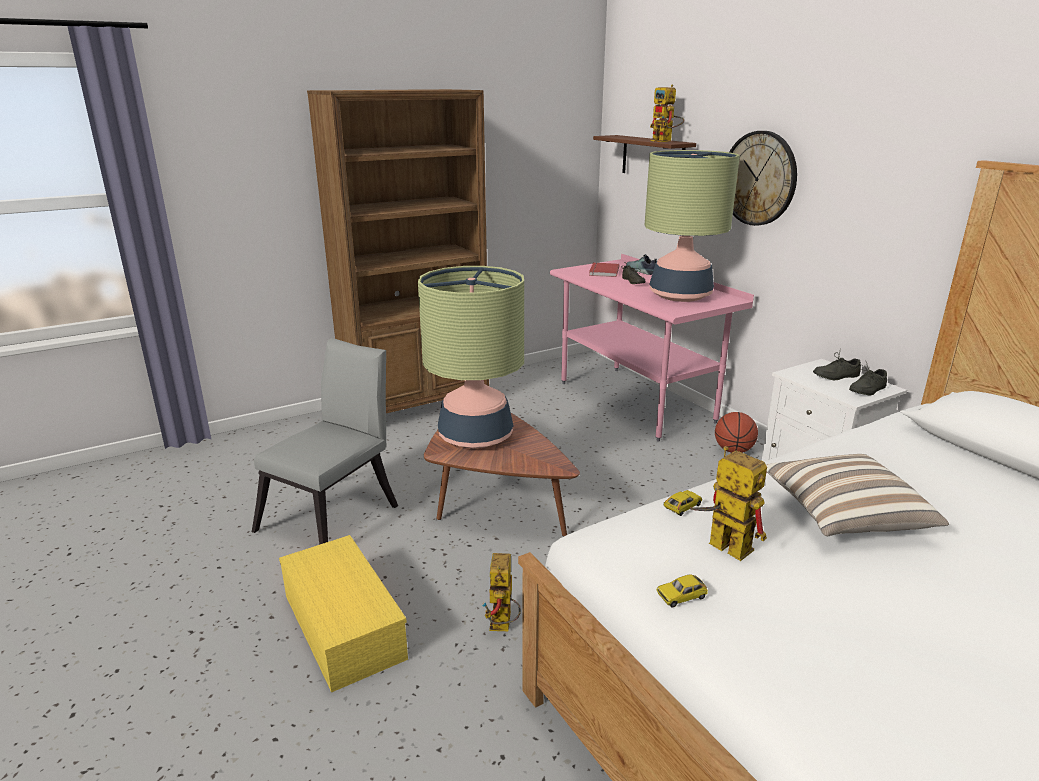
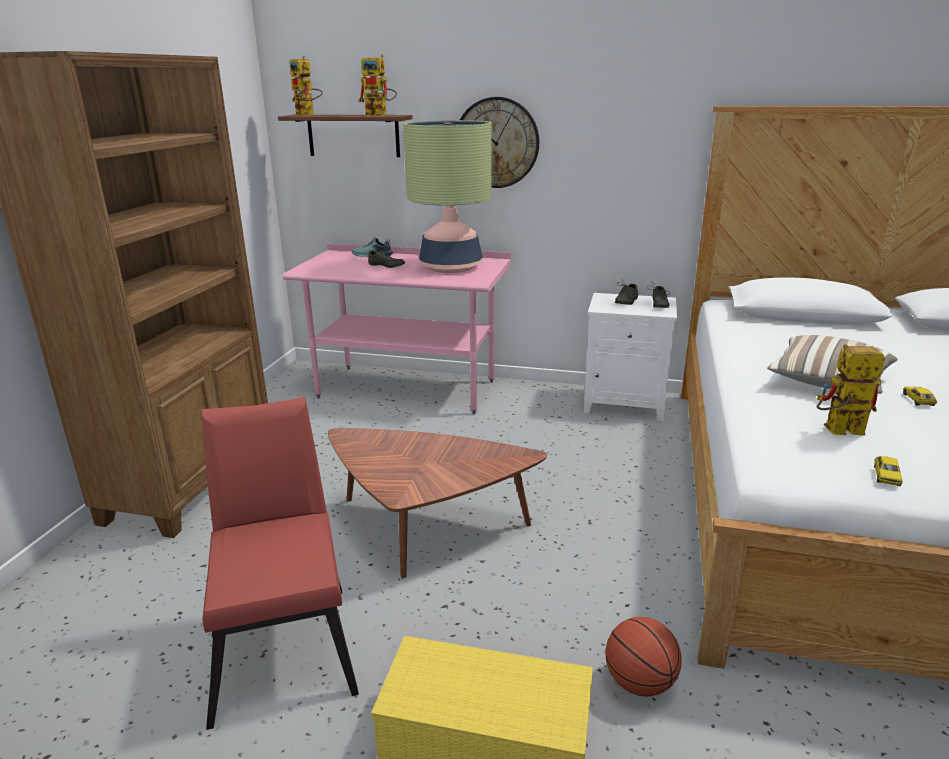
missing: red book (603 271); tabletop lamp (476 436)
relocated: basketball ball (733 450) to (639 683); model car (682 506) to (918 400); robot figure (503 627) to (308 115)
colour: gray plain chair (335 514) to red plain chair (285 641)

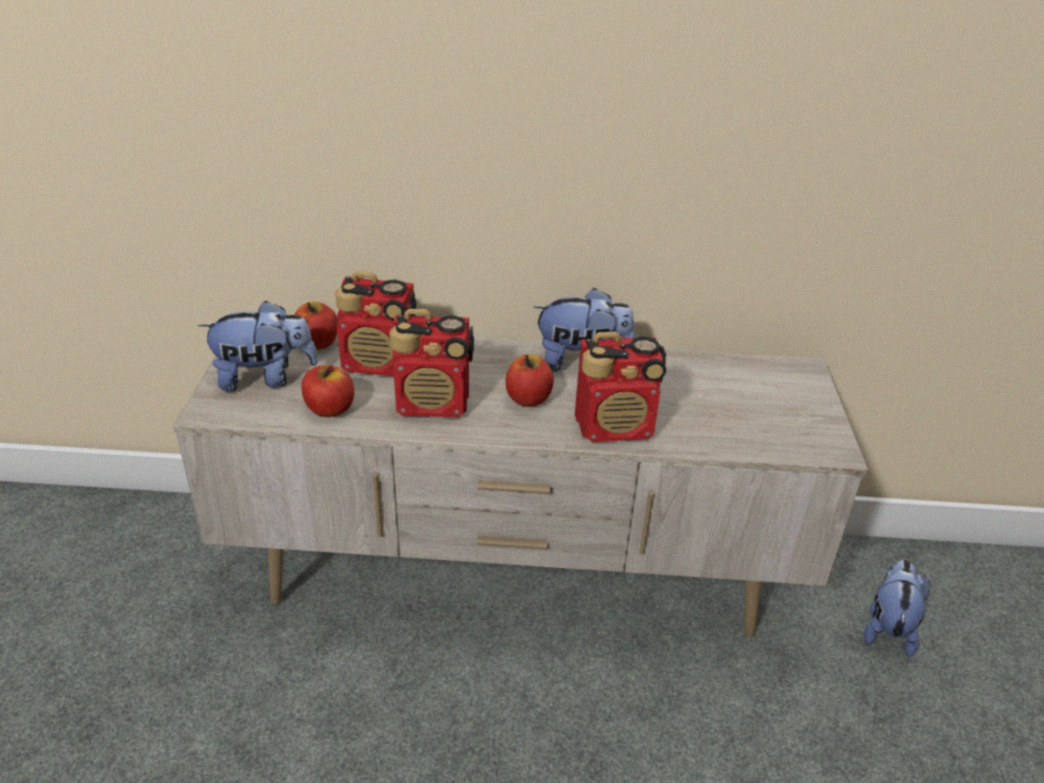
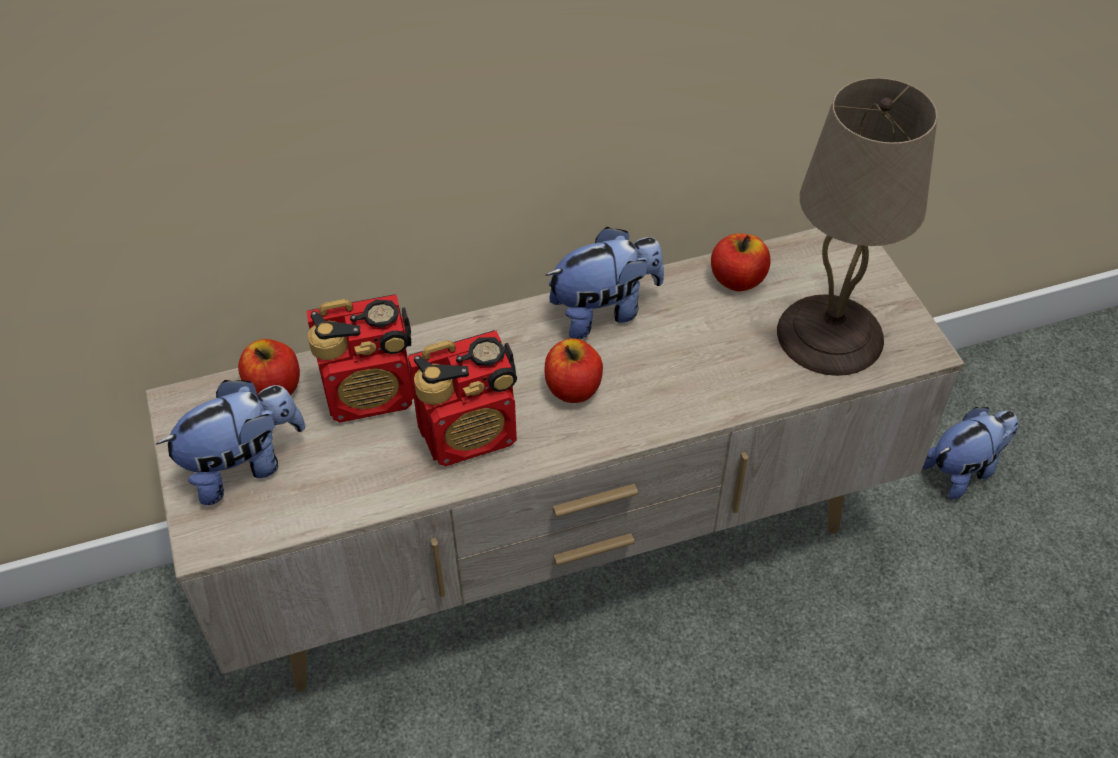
missing: radio (616 427)
appeared: beige tabletop lamp (830 333)
relocated: whole apple (329 409) to (737 280)
spun: plush toy (888 628) = (963 470) 60 degrees clockwise

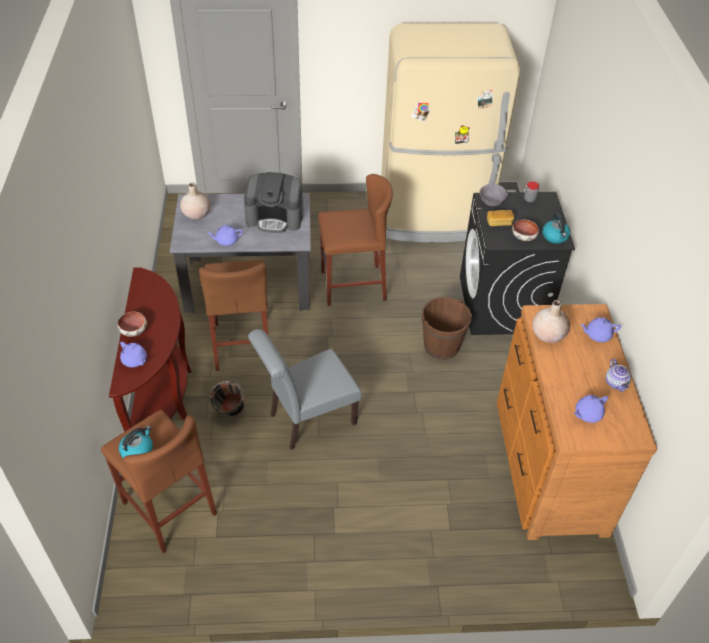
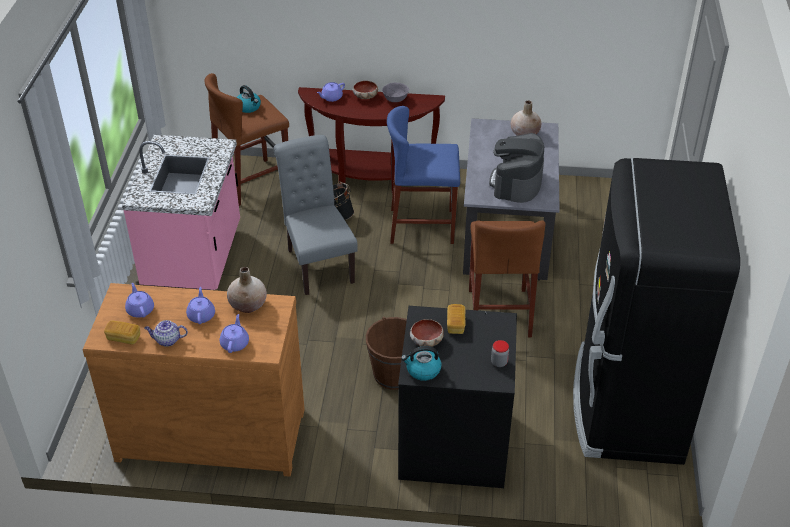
appeared: pinkish counter (195 260); baked bread (124 338)
relocated: gray deep dish (491 202) to (395 99); purple-coloured teapot (226 240) to (201 315)
colour: beige kitchen fridge (434 217) to black-coloured kitchen fridge (626 405); brown stool seat (242 344) to blue stool seat (422 226)

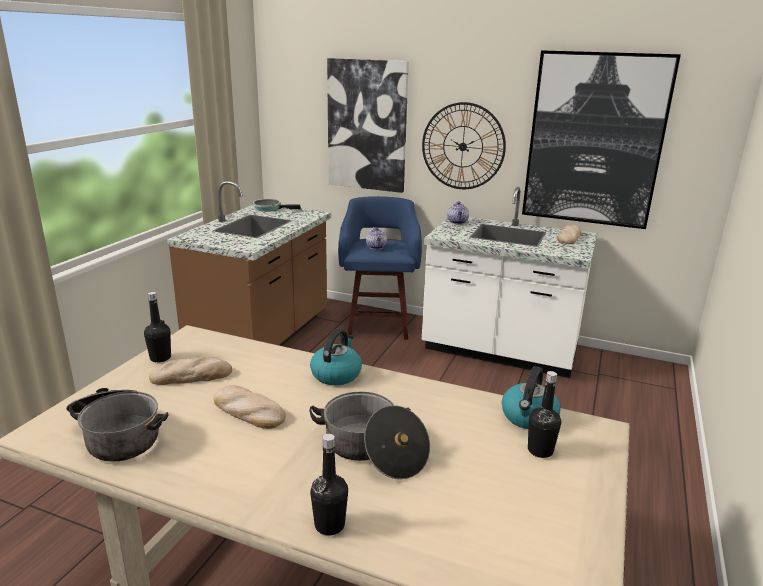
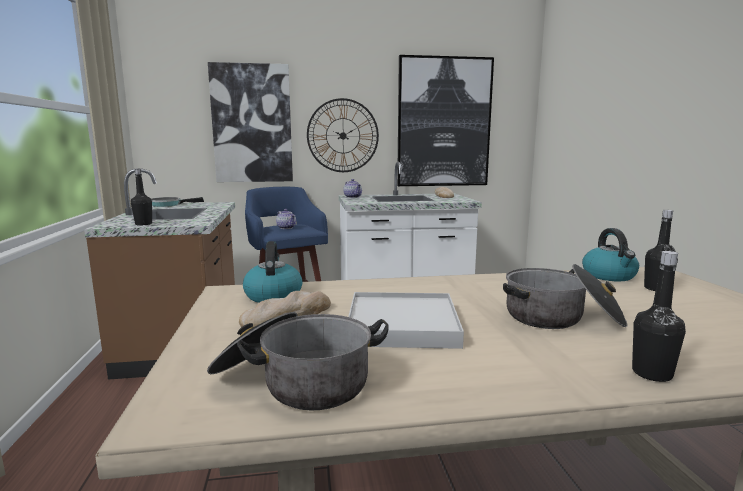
relocated: black-coloured bottle (160 358) to (143 224); tea kettle (336 374) to (273 295)
exchanged: baked bread (247 411) to white-coloured serving tray (402 324)

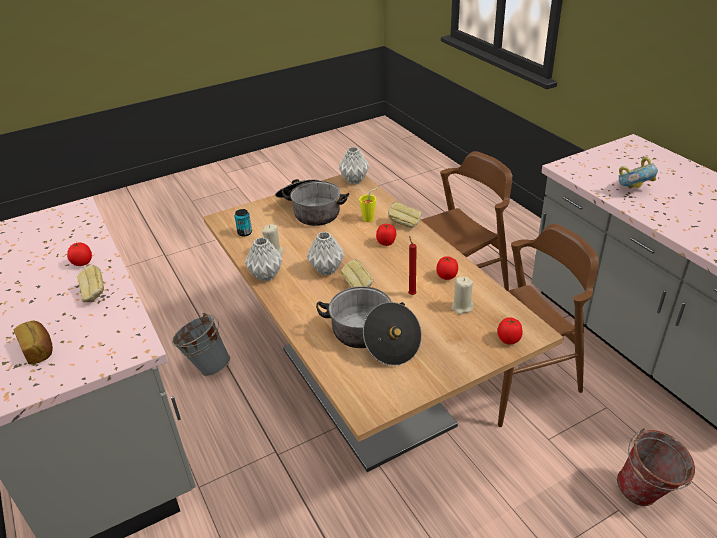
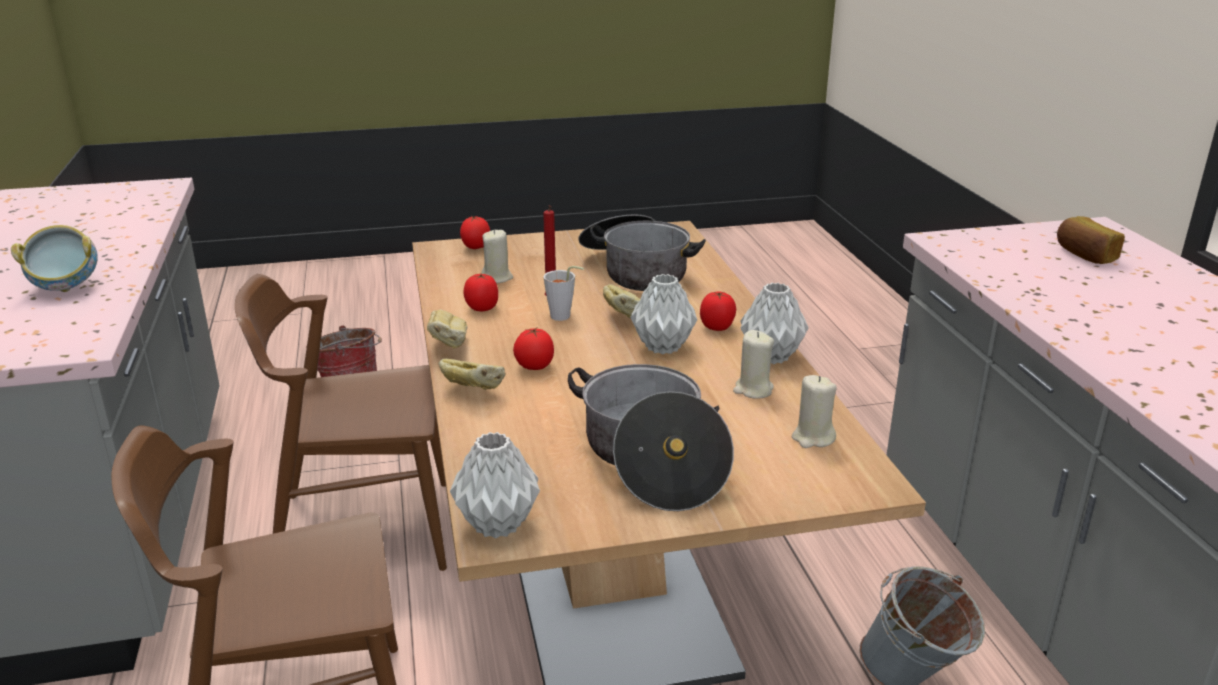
missing: yellow-coloured small cup (370 218)
appeared: gray small cup (564 317)
relocated: whole tomato (82 263) to (717 327); baked bread (94 295) to (449 346)
exchanged: sealed can (245 233) to beige wax candle (812 438)

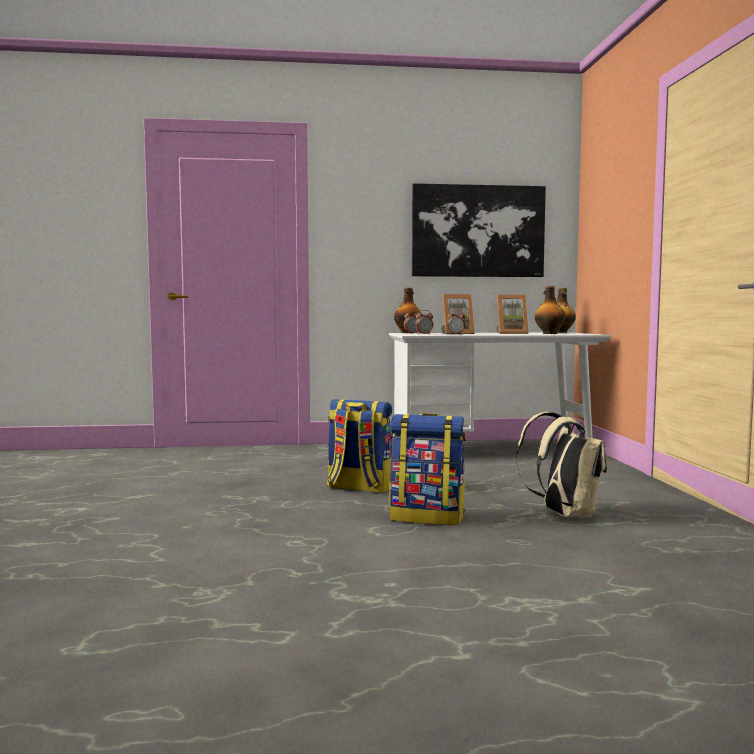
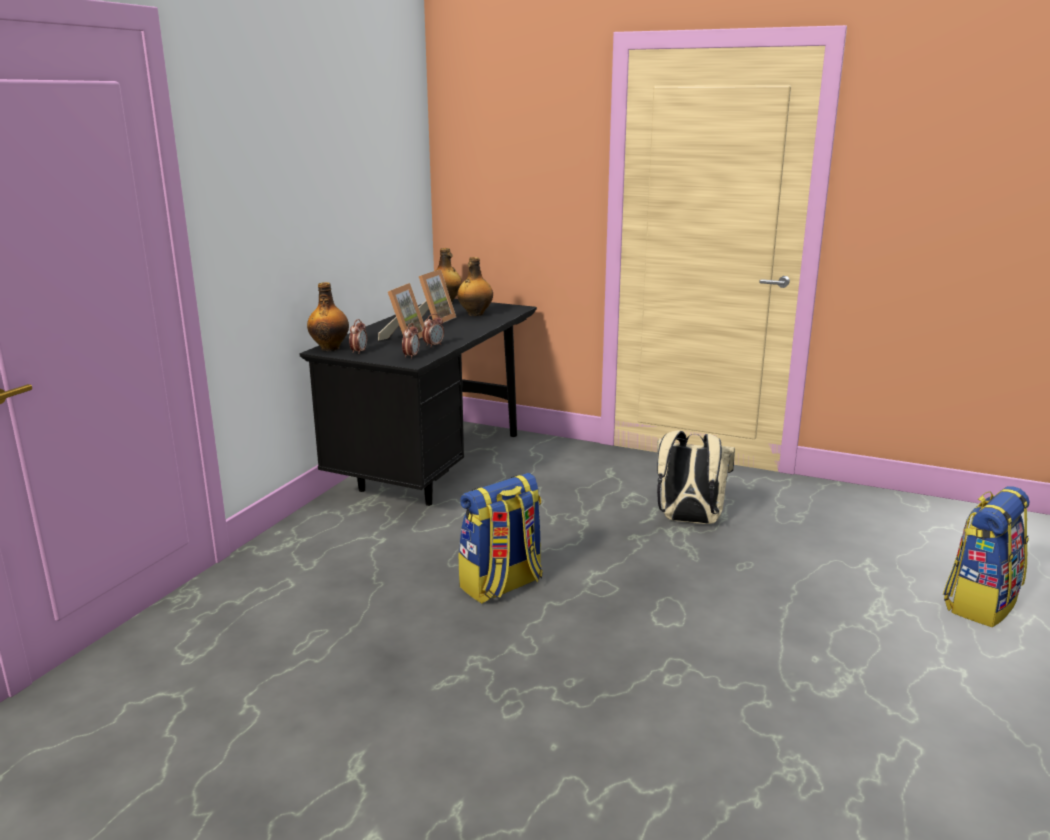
missing: picture (478 231)
relocated: backpack (428 517) to (980 603)
colour: white-coloured desk table (492 450) to black-coloured desk table (434 467)

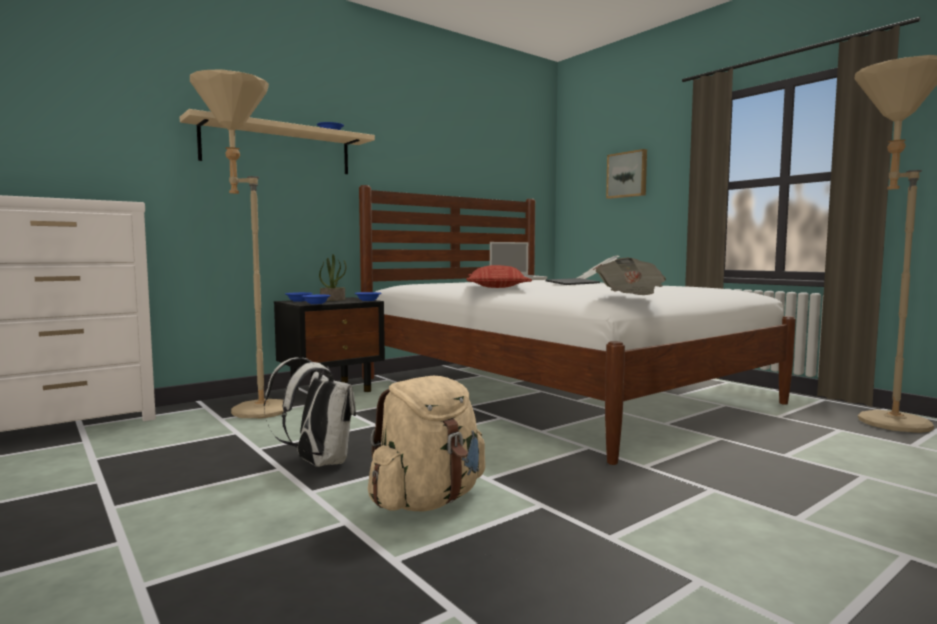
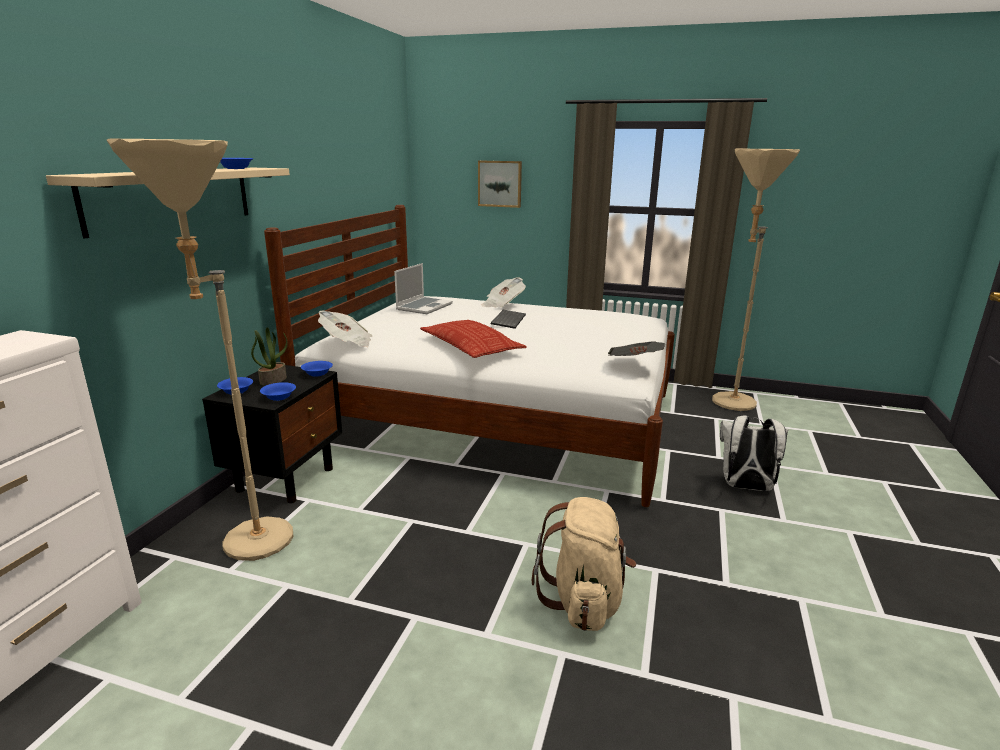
appeared: daily paper (347 342)
relocated: white-coloured backpack (317 462) to (745 487)

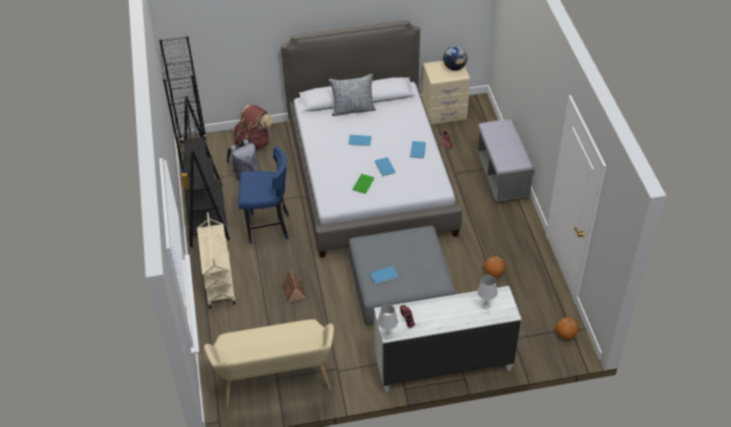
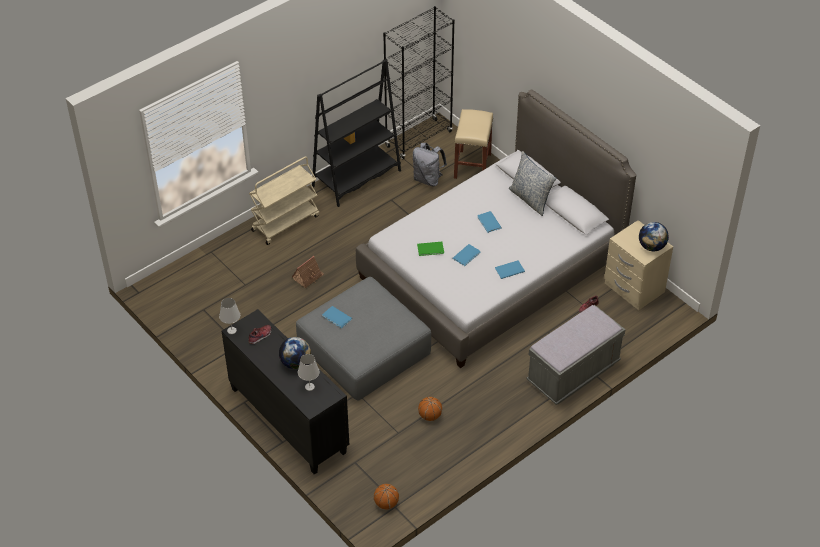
missing: blue stool seat (268 228); beige long seat (276 382)
appeared: world globe (296 363)
exchanged: brown backpack (254 142) to beige stool seat (472 166)
colour: white-coloured dresser (443 365) to black-coloured dresser (288 419)

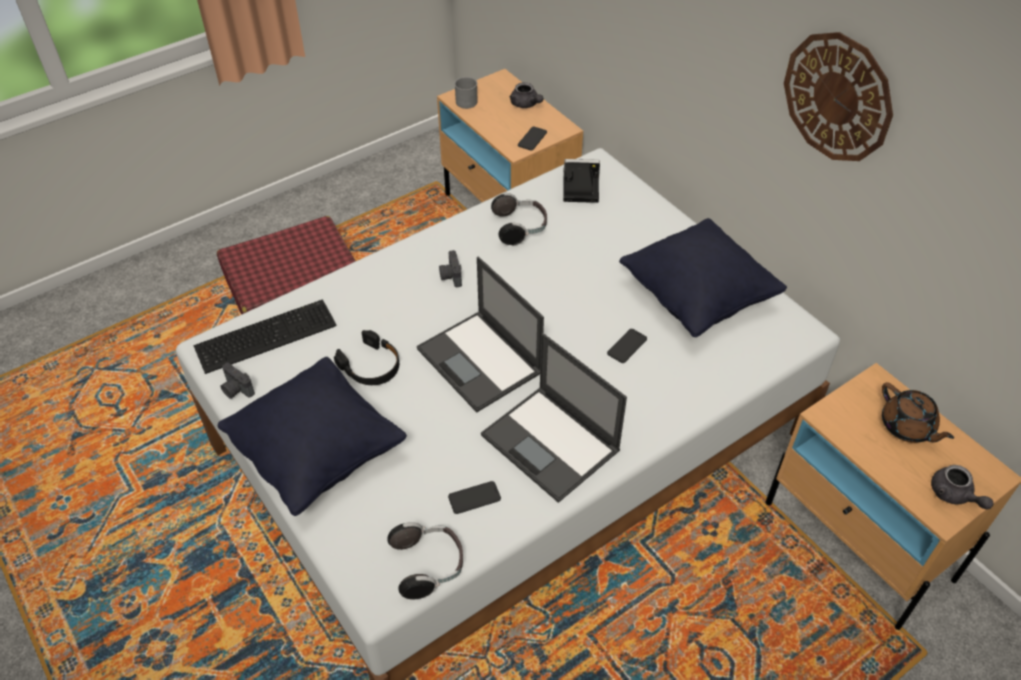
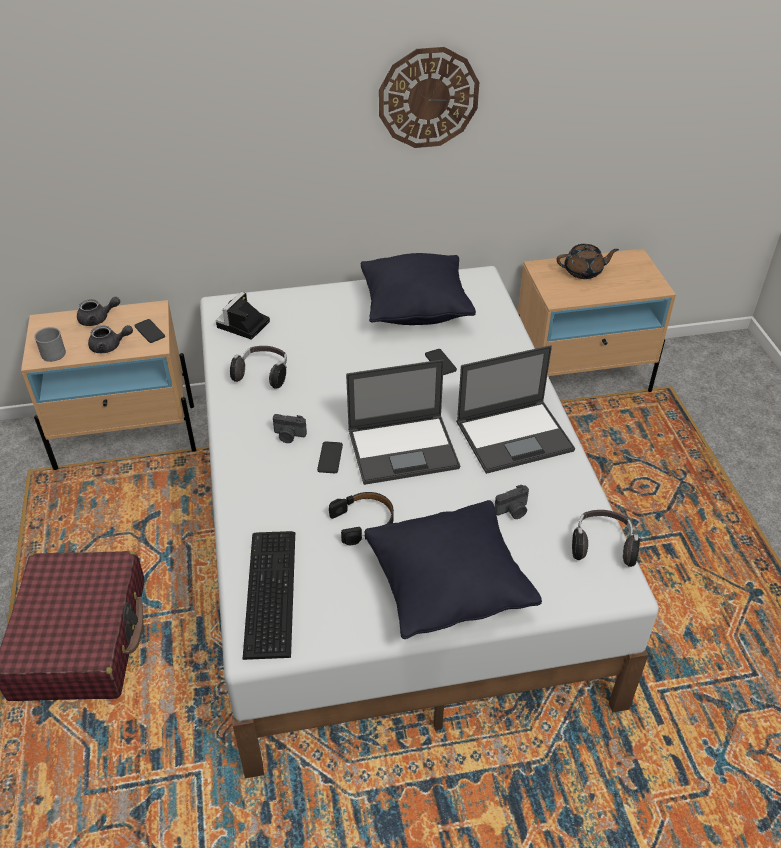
relocated: photo camera (236 390) to (513 511); gray teapot (954 495) to (110 346); phone (474 498) to (330 457)

